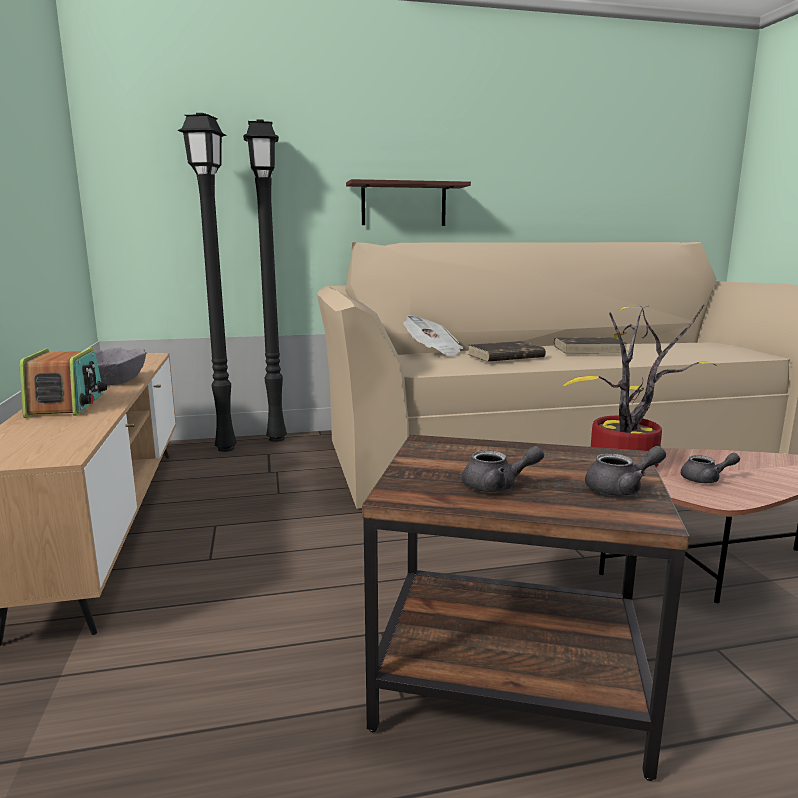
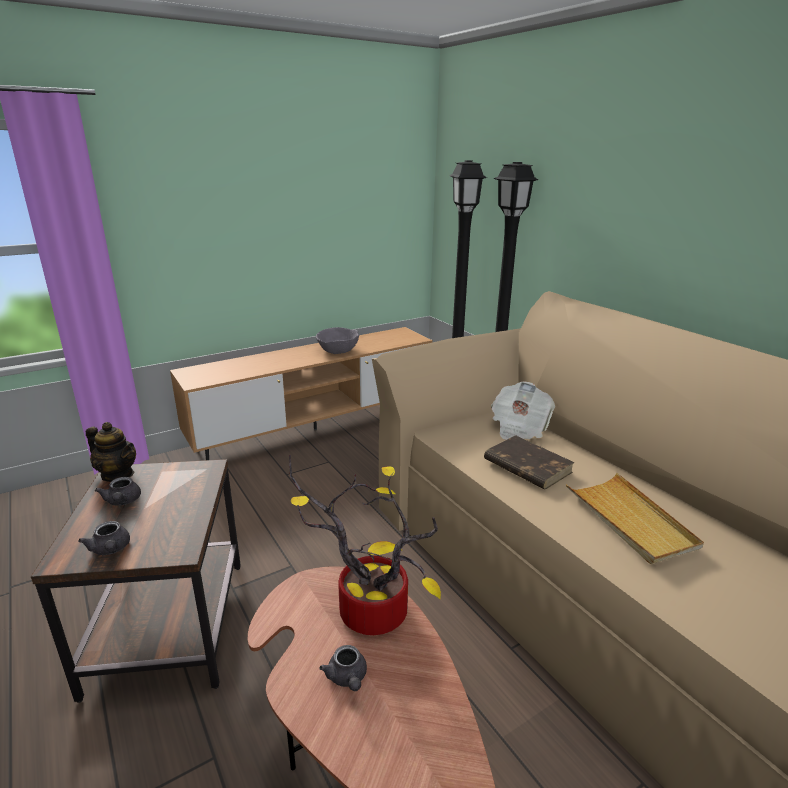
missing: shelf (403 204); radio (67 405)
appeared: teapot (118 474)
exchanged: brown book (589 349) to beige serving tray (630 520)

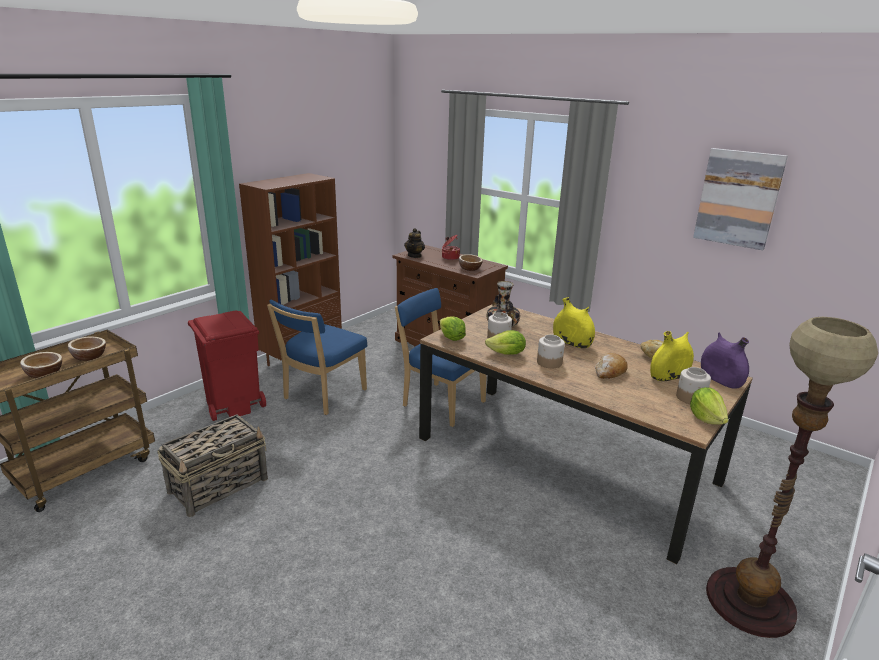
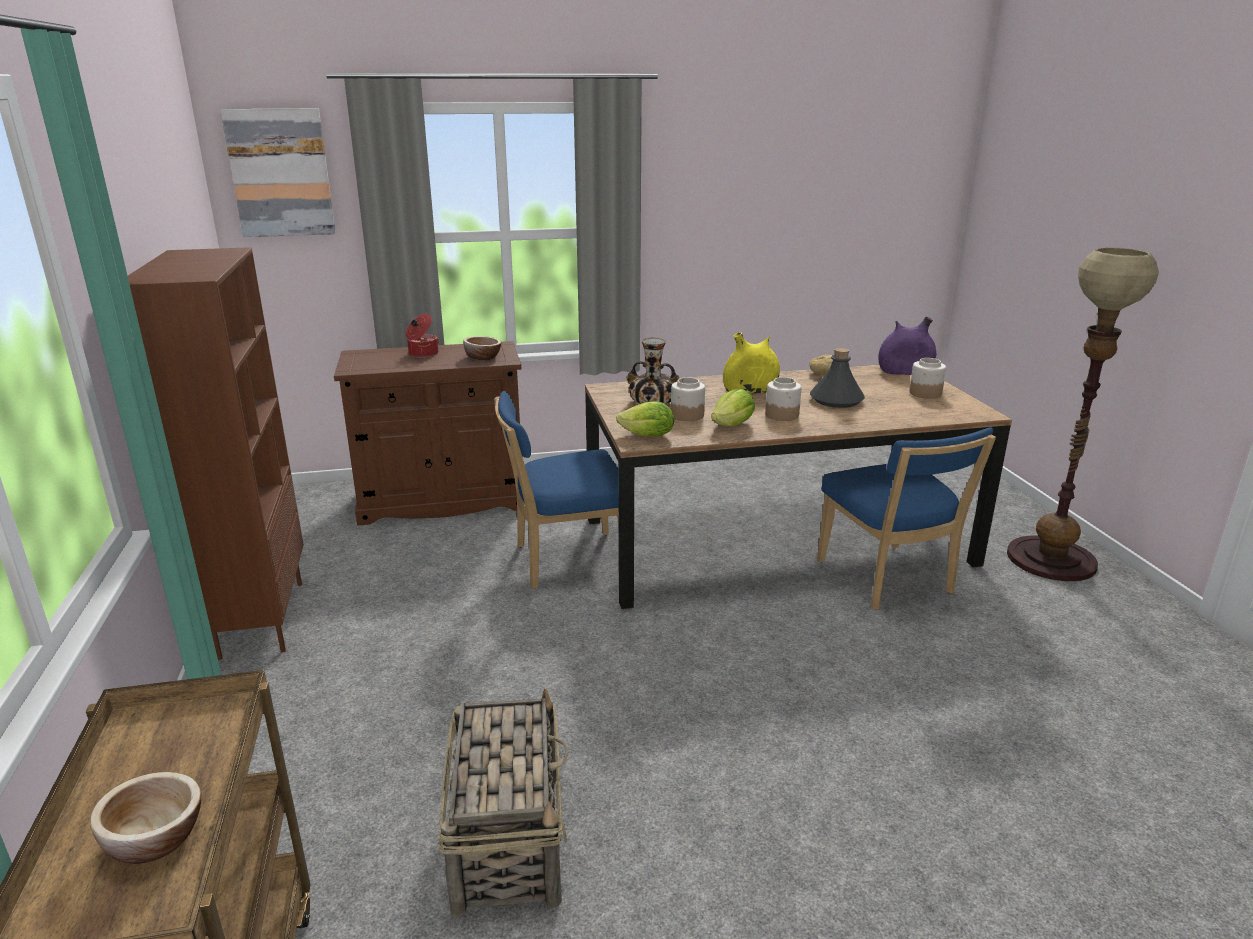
missing: teapot (414 256); red rubbish bin (233 405); yellow-coloured vase (669 376); deep dish (89 356); lettuce head (706 418)
relocated: picture (738 198) to (280 173); blue plain chair (322 396) to (887 580)
exchanged: baked bread (610 371) to gray bottle (836 400)

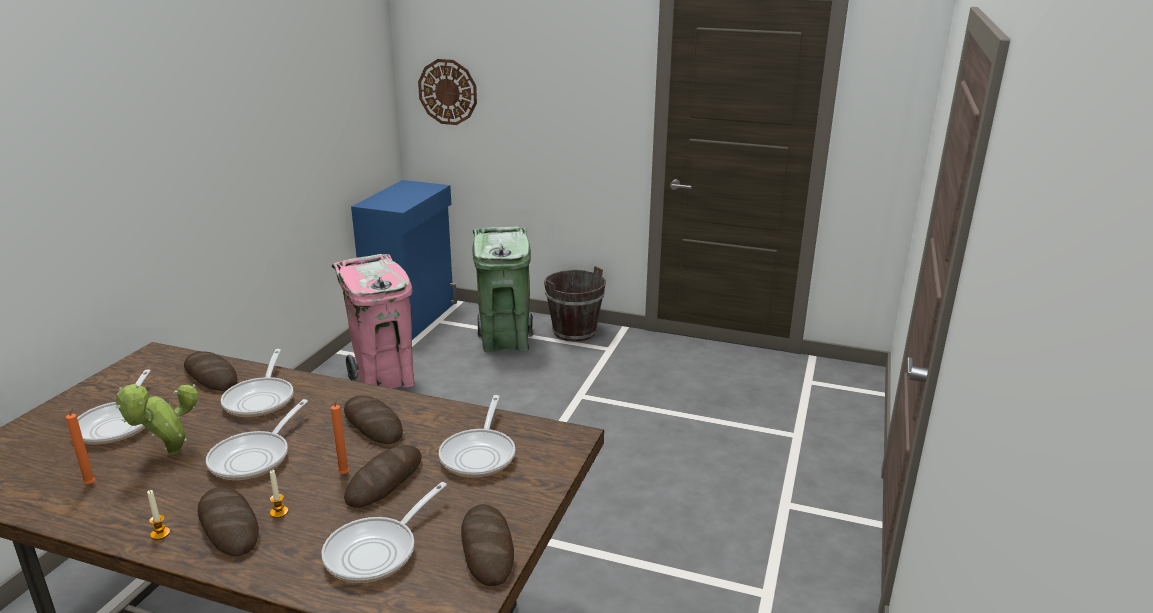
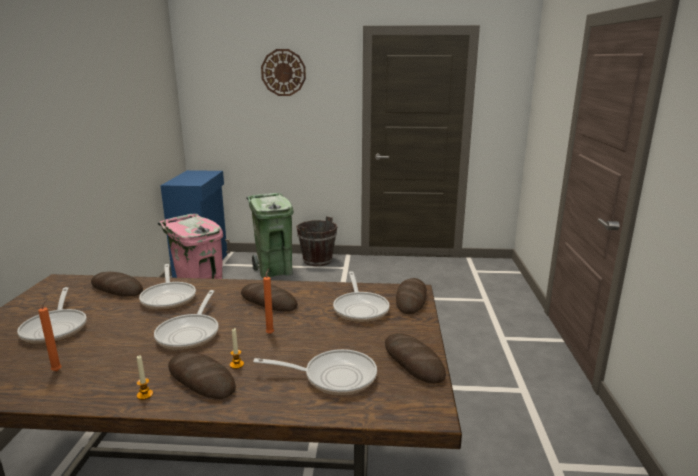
missing: houseplant (169 454)
relocated: hanging clock (448 92) to (283 72); baked bread (384 481) to (411 299)
spun: pan (377 551) = (334 377) 105 degrees counterclockwise

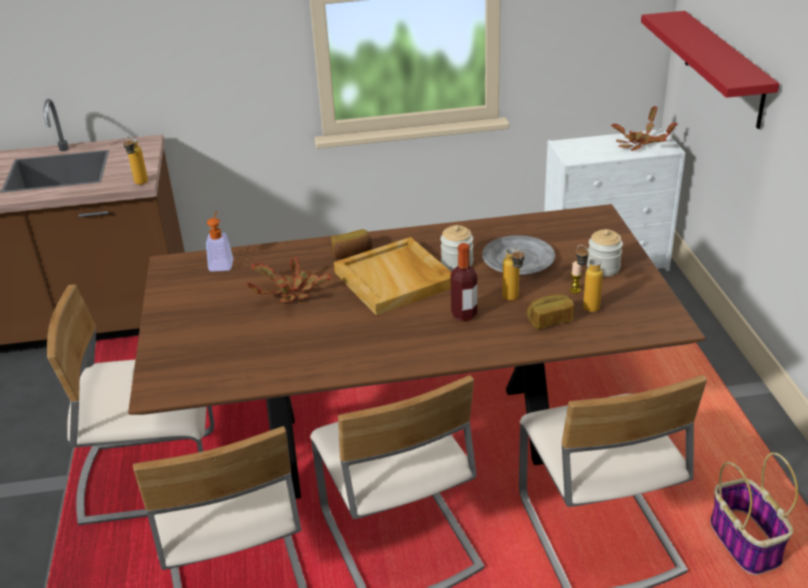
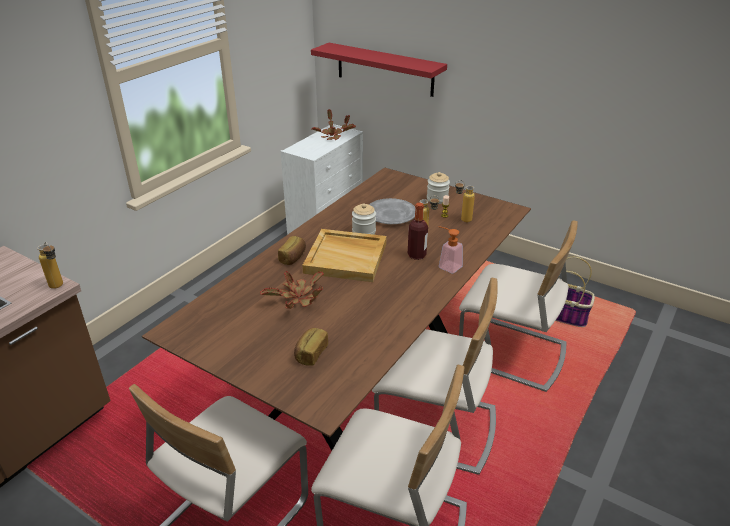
relocated: soap bottle (222 263) to (447 266); baked bread (549 320) to (310 353)

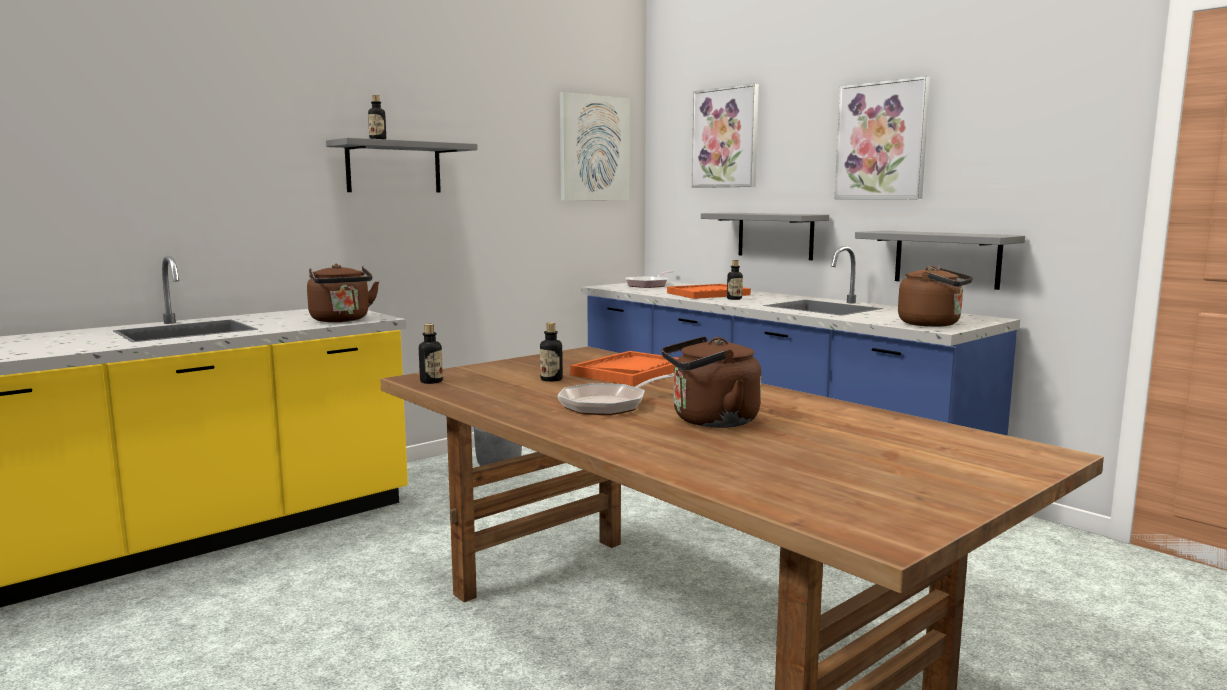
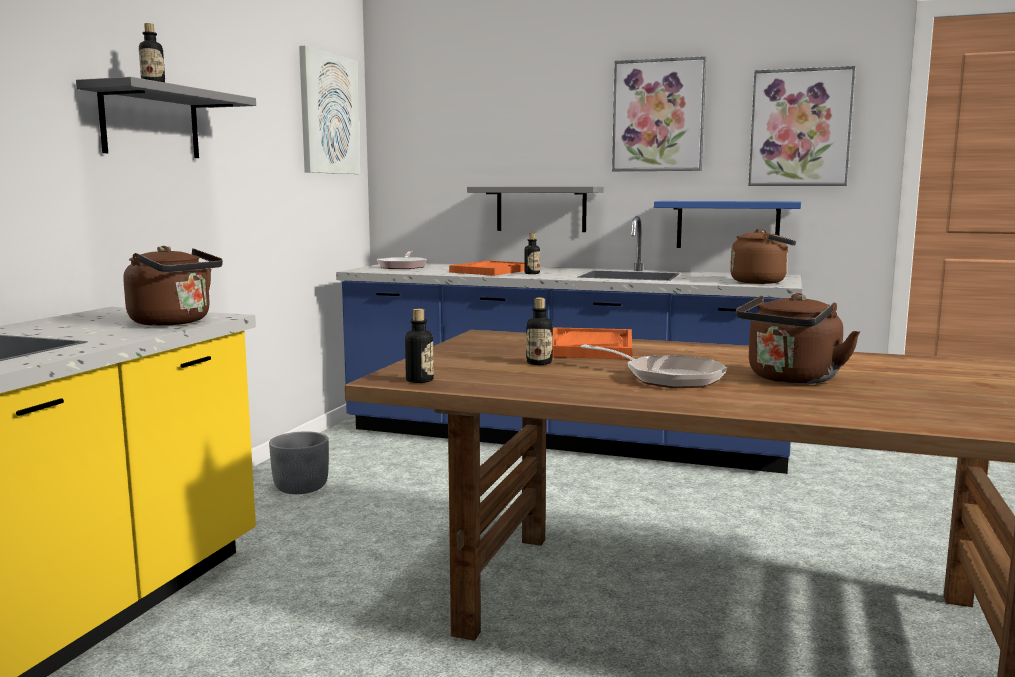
relocated: picture (725 138) to (800 128)
colour: gray shelf (947 259) to blue shelf (727 225)
spun: pan (609 404) = (666 378) 75 degrees counterclockwise

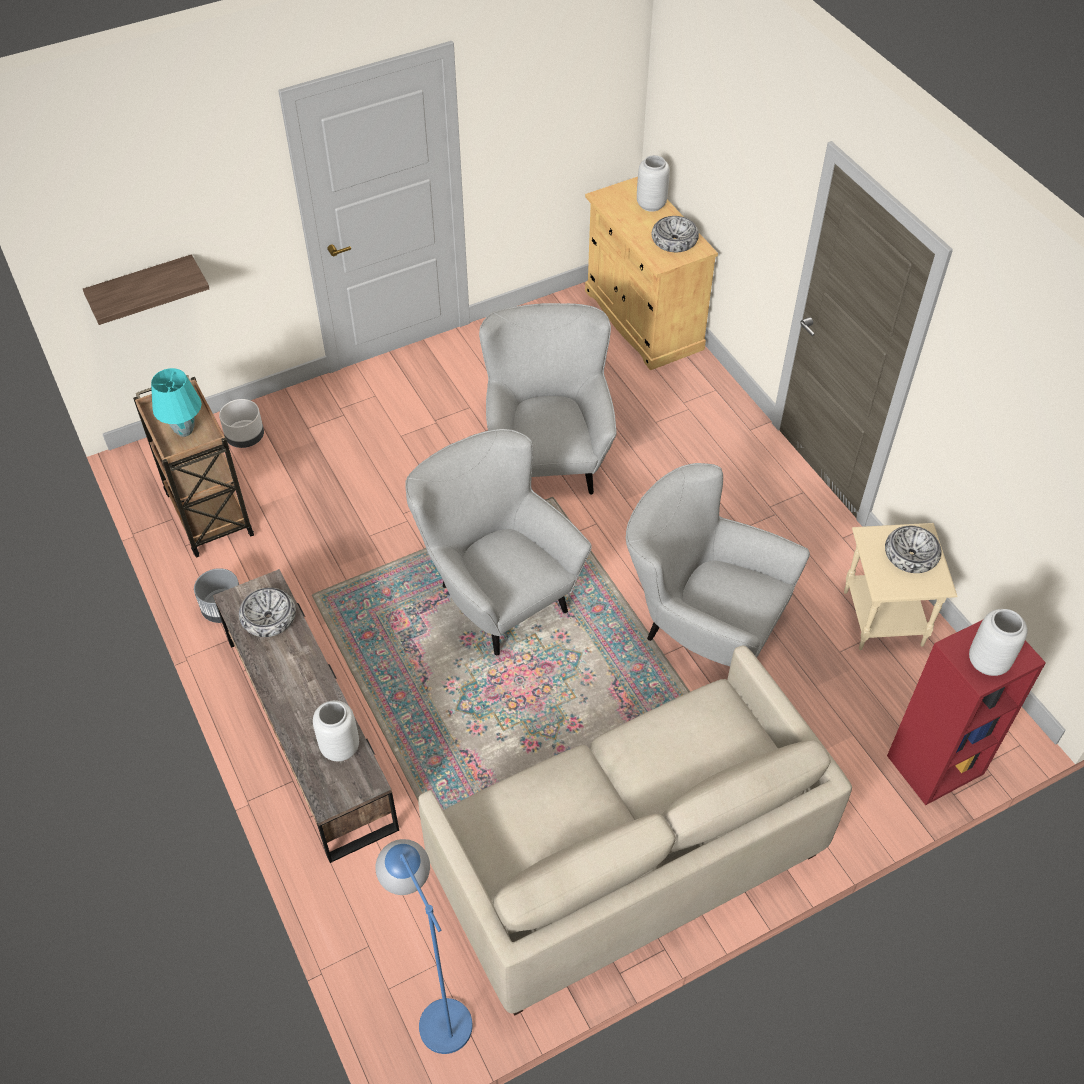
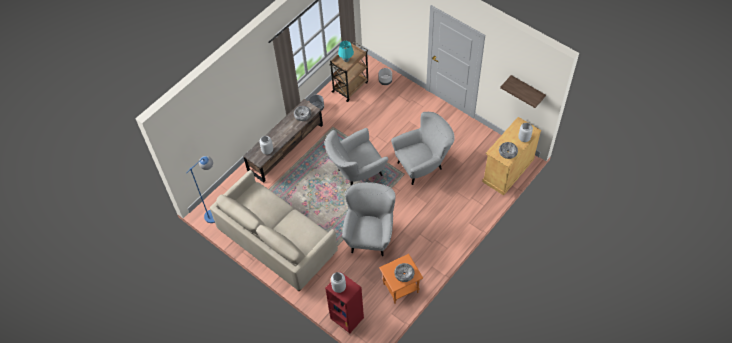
relocated: shelf (142 287) to (527 89)
colour: beige end table (882 617) to orange end table (401 288)
spun: gray lounge chair (496 593) = (356 173) 150 degrees counterclockwise

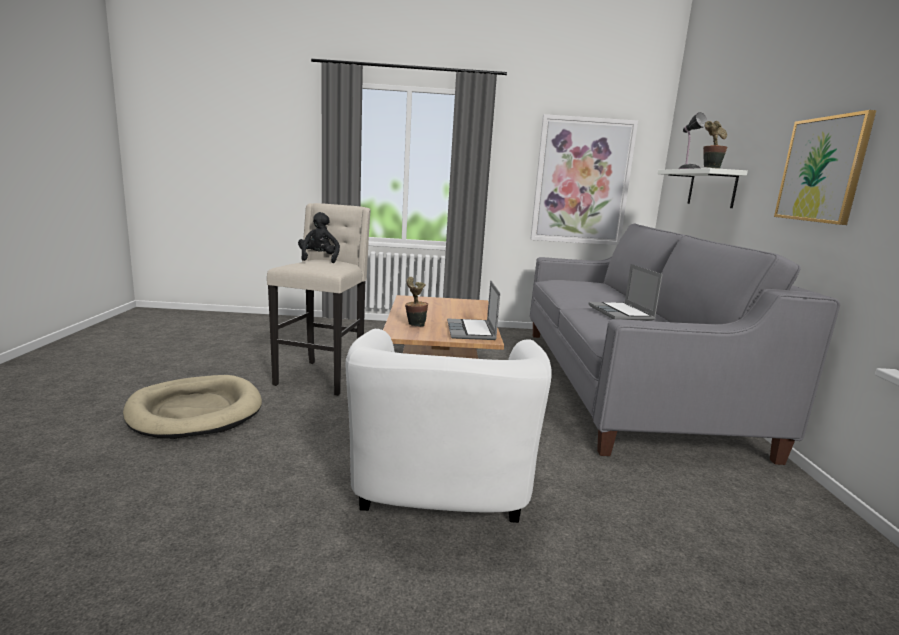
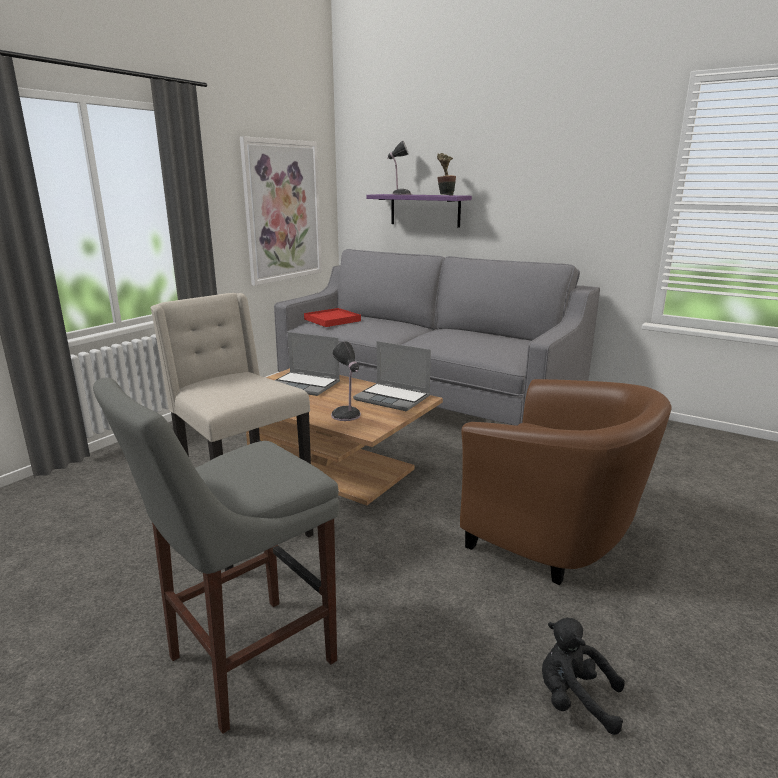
missing: picture (822 170)
appeared: red serving tray (332 320)
relocated: black-coloured plush toy (319 259) to (575 699); laptop (621 313) to (305 385)
exchanged: houseplant (414 325) to tabletop lamp (346 416); beige dog cushion (195 411) to gray stool seat (244 662)
colour: white-coloured shelf (711 188) to purple-coloured shelf (425 210); white-coloured lounge chair (440 496) to brown lounge chair (556 538)

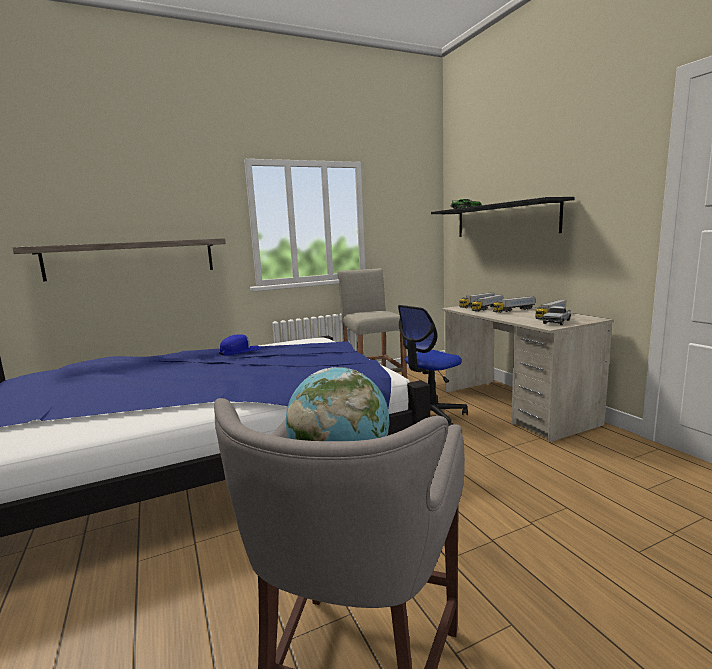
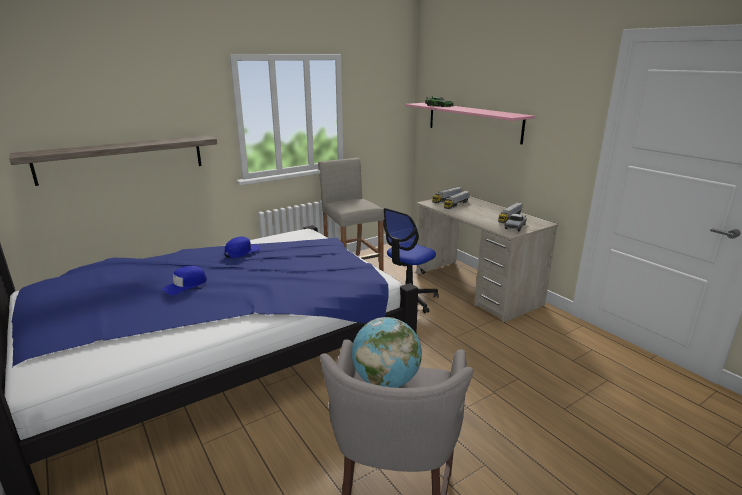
missing: toy truck (513 310)
appeared: blue peaked cap (185 285)
colour: black-coloured shelf (504 220) to pinkish shelf (473 121)

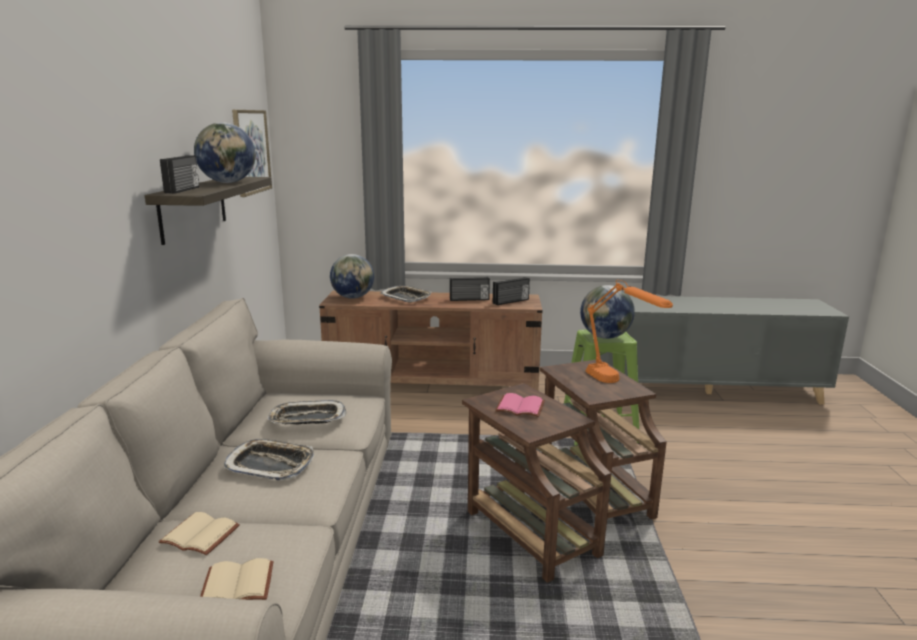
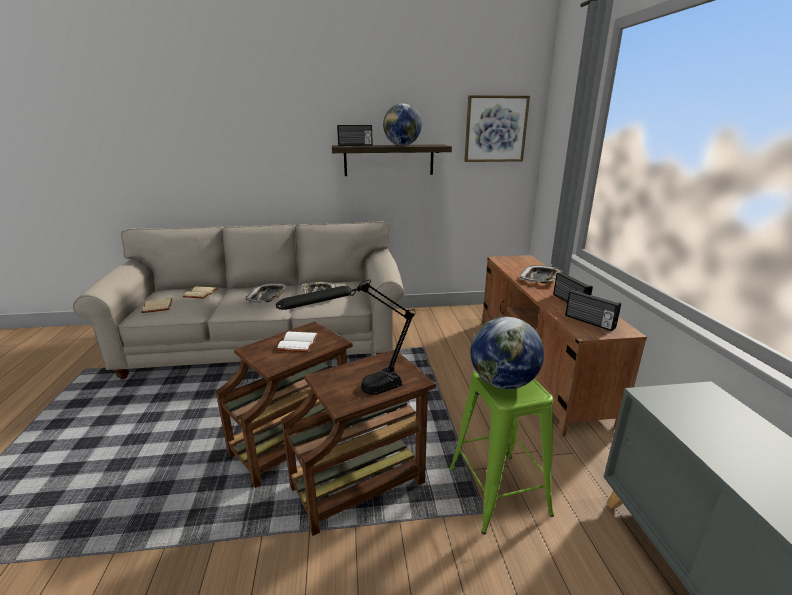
missing: world globe (353 297)
colour: orange tabletop lamp (618 384) to black-coloured tabletop lamp (356 393); pinkish book (521 407) to white-coloured book (299 343)

